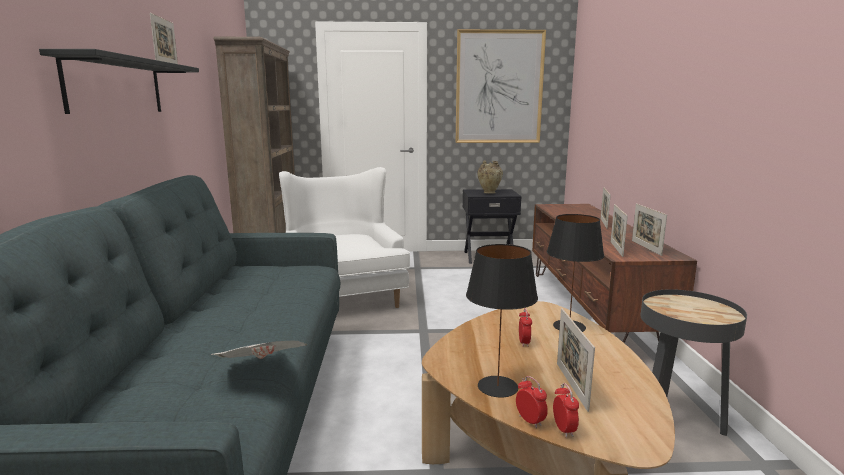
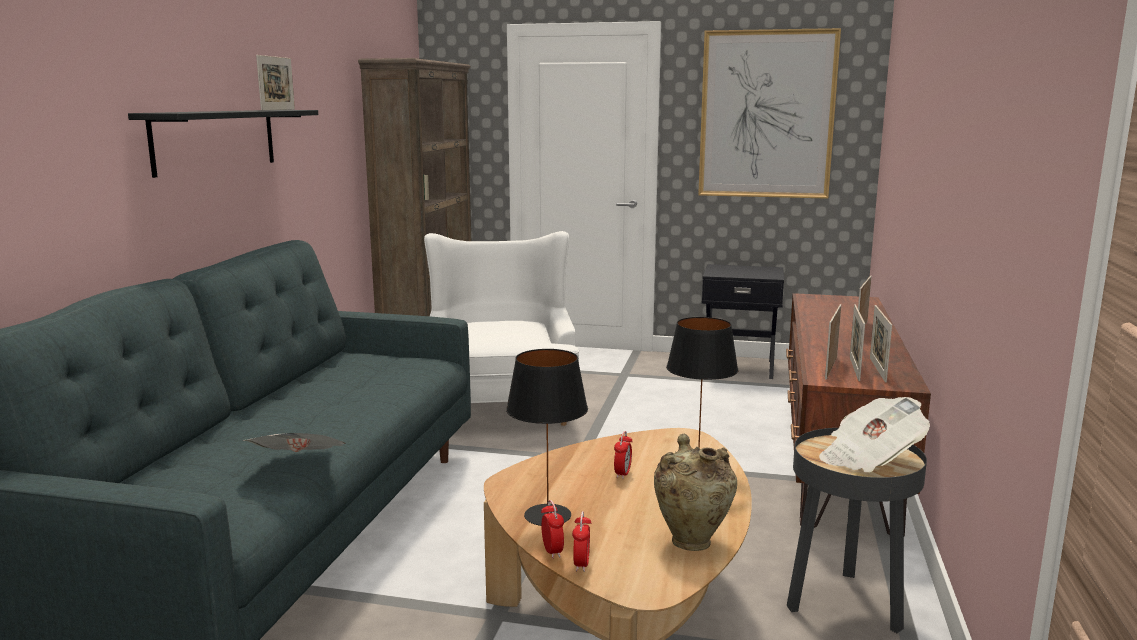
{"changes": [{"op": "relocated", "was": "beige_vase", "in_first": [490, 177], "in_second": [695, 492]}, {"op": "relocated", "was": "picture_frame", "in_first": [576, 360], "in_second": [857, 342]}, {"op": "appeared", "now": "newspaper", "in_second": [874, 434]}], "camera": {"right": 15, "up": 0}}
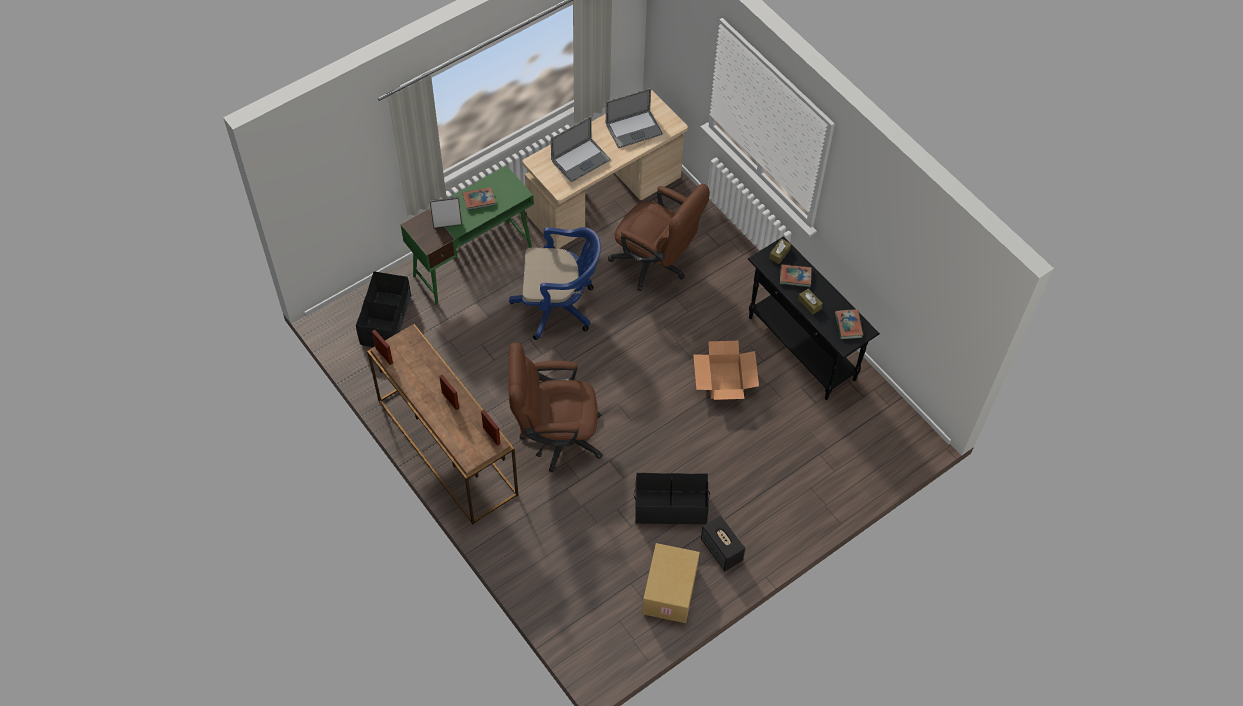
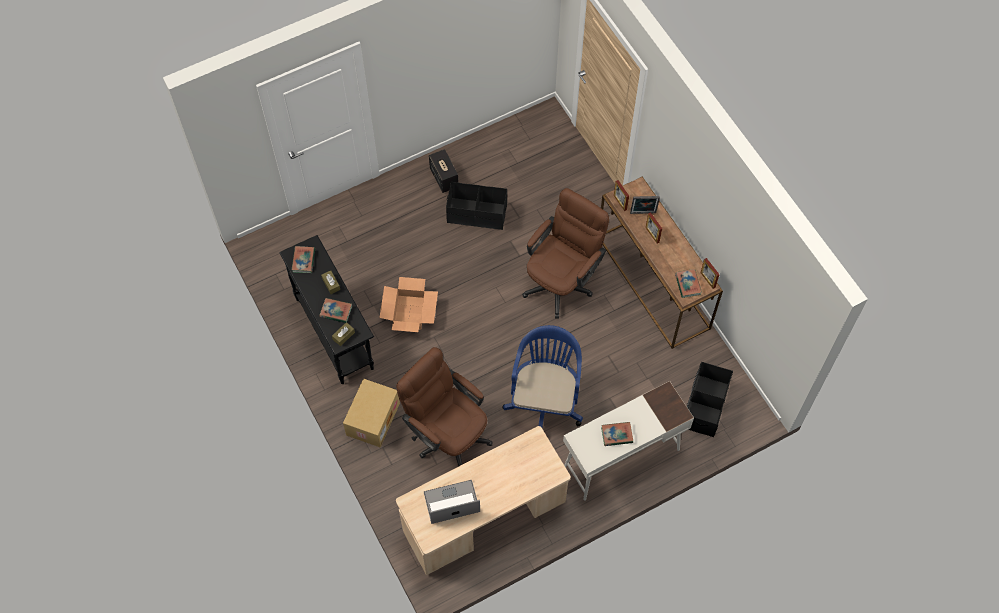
{"changes": [{"op": "colour", "was": "green_desk", "now": "white_desk", "in_first": [467, 235], "in_second": [628, 441]}, {"op": "relocated", "was": "picture_frame", "in_first": [446, 212], "in_second": [645, 205]}, {"op": "spun", "was": "brown_office_chair", "in_first": [555, 408], "in_second": [565, 253], "clockwise": -60}, {"op": "spun", "was": "blue_office_chair", "in_first": [555, 283], "in_second": [542, 376], "clockwise": 90}, {"op": "missing", "was": "laptop", "in_first": [581, 149]}, {"op": "relocated", "was": "cardboard_box", "in_first": [671, 583], "in_second": [371, 413]}, {"op": "appeared", "now": "book", "in_second": [688, 283]}], "camera": {"right": -170, "up": 5}}
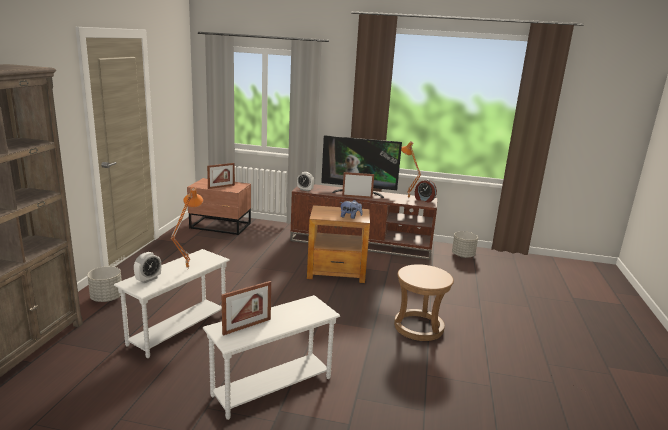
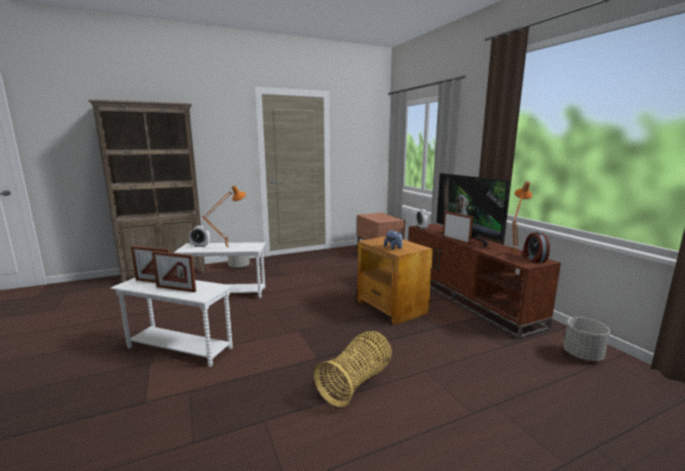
{"changes": [{"op": "relocated", "was": "picture_frame", "in_first": [221, 176], "in_second": [174, 271]}, {"op": "exchanged", "was": "brown_stool", "now": "basket", "in_first": [424, 302], "in_second": [353, 369]}], "camera": {"right": 55, "up": -5}}
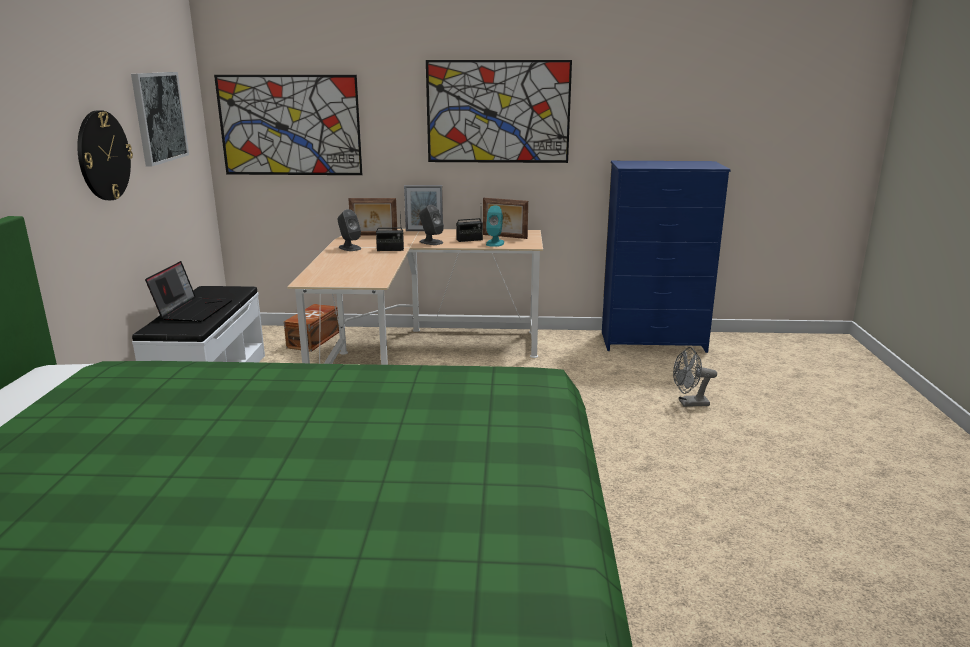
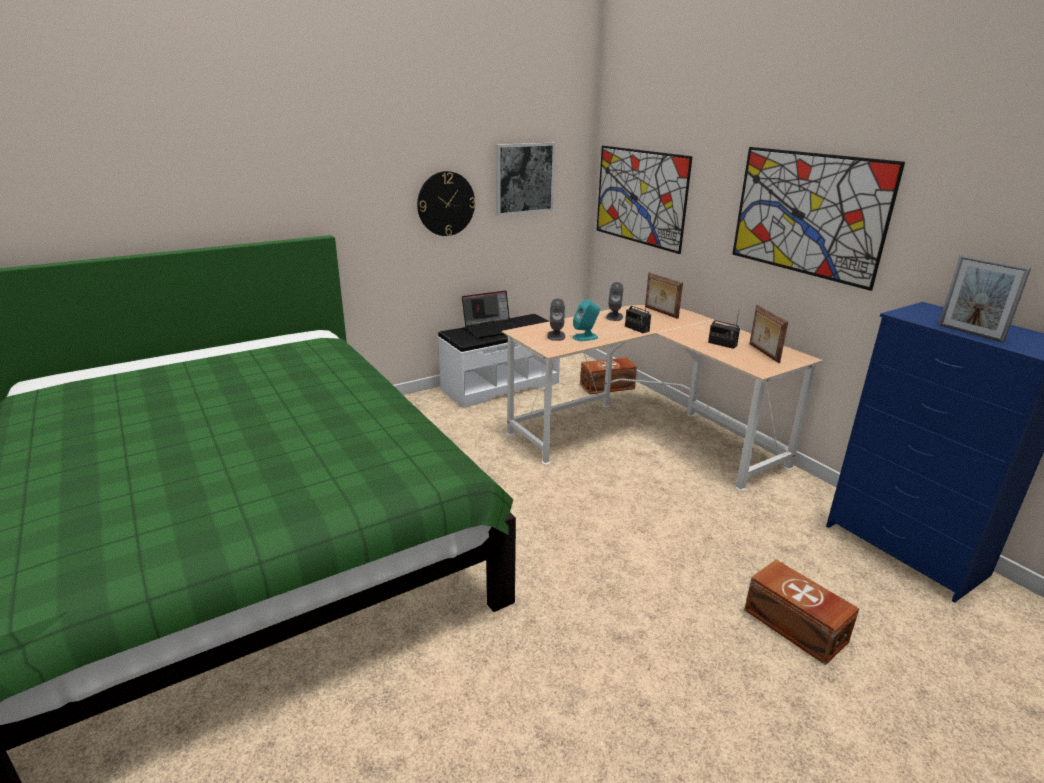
{"changes": [{"op": "relocated", "was": "picture_frame", "in_first": [423, 208], "in_second": [984, 299]}, {"op": "relocated", "was": "grey_speaker", "in_first": [431, 225], "in_second": [556, 319]}, {"op": "relocated", "was": "turquoise_speaker", "in_first": [495, 226], "in_second": [586, 320]}, {"op": "exchanged", "was": "grey_fan", "now": "brown_storage_box", "in_first": [695, 377], "in_second": [802, 612]}], "camera": {"right": 55, "up": 5}}
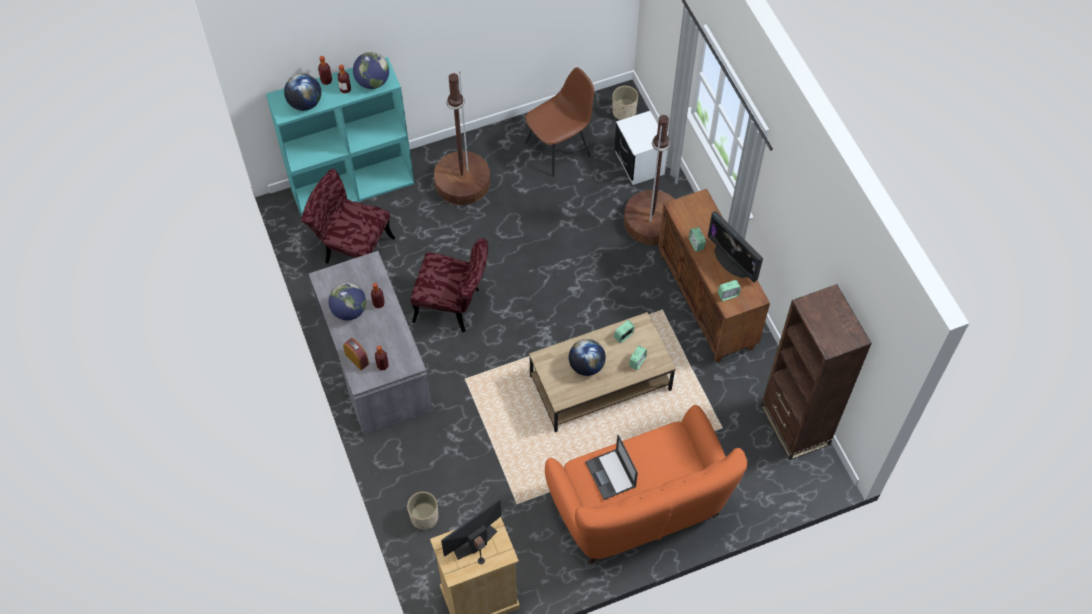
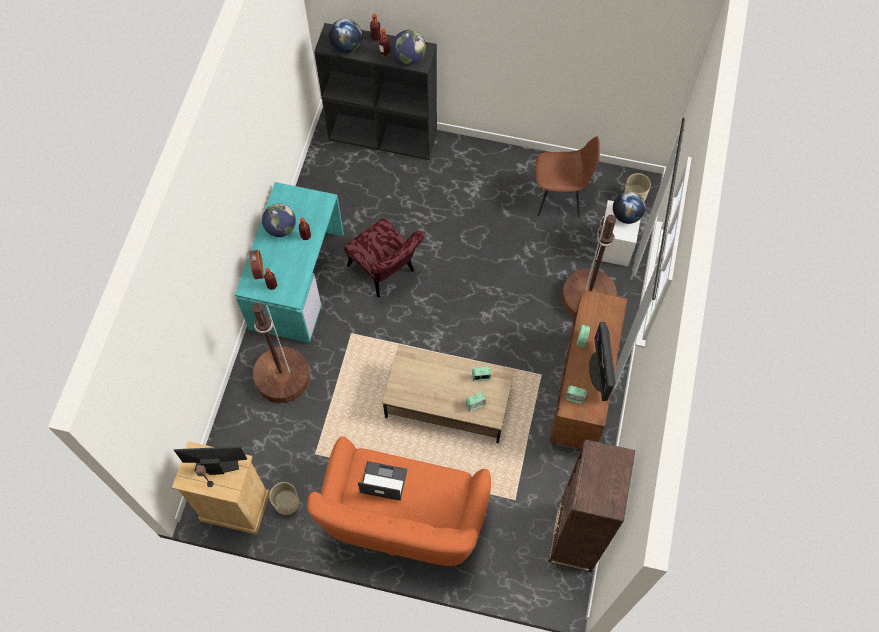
{"changes": [{"op": "colour", "was": "turquoise_bookcase", "now": "black_bookcase", "in_first": [340, 137], "in_second": [375, 91]}, {"op": "missing", "was": "red_chair", "in_first": [348, 216]}, {"op": "colour", "was": "grey_desk", "now": "turquoise_desk", "in_first": [371, 343], "in_second": [289, 262]}, {"op": "relocated", "was": "beige_planter", "in_first": [422, 511], "in_second": [284, 498]}, {"op": "relocated", "was": "brown_floor_lamp", "in_first": [462, 138], "in_second": [281, 353]}, {"op": "relocated", "was": "globe", "in_first": [587, 357], "in_second": [629, 207]}, {"op": "spun", "was": "laptop", "in_first": [611, 467], "in_second": [382, 481], "clockwise": 90}], "camera": {"right": 35, "up": 5}}
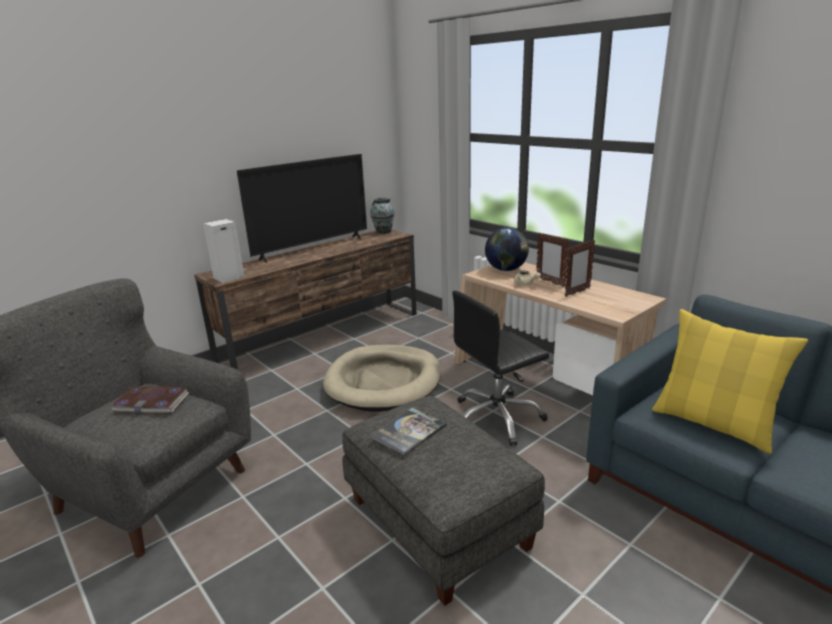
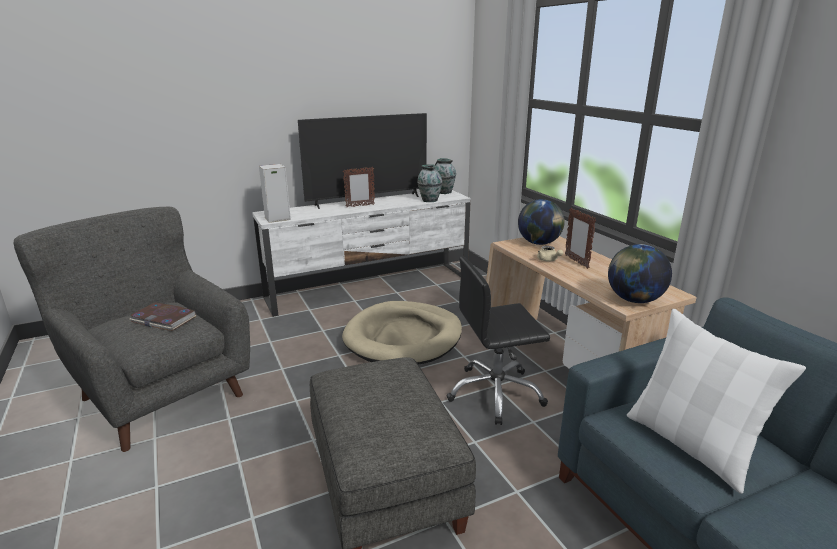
{"changes": [{"op": "colour", "was": "brown_tv_stand", "now": "white_tv_stand", "in_first": [305, 299], "in_second": [361, 253]}, {"op": "missing", "was": "book", "in_first": [408, 432]}, {"op": "relocated", "was": "picture_frame", "in_first": [580, 268], "in_second": [359, 187]}, {"op": "colour", "was": "yellow_pillow", "now": "white_pillow", "in_first": [730, 381], "in_second": [716, 401]}, {"op": "appeared", "now": "vase", "in_second": [429, 183]}, {"op": "appeared", "now": "globe", "in_second": [640, 273]}], "camera": {"right": 15, "up": 0}}
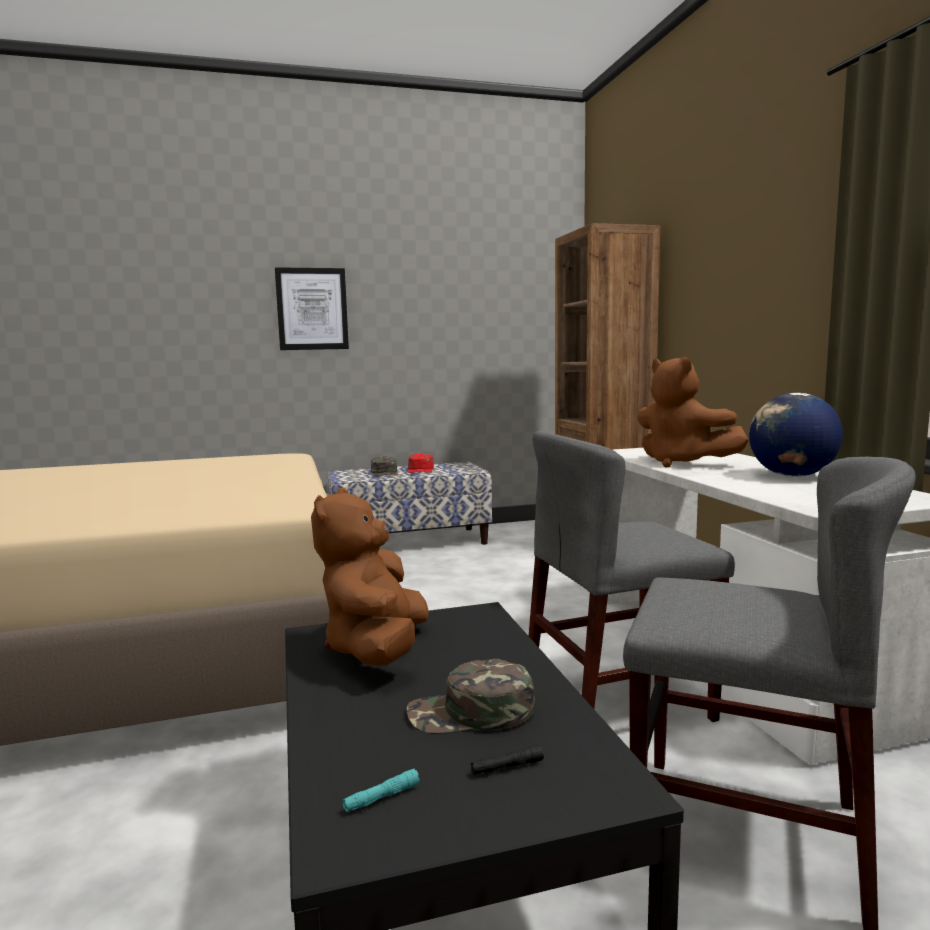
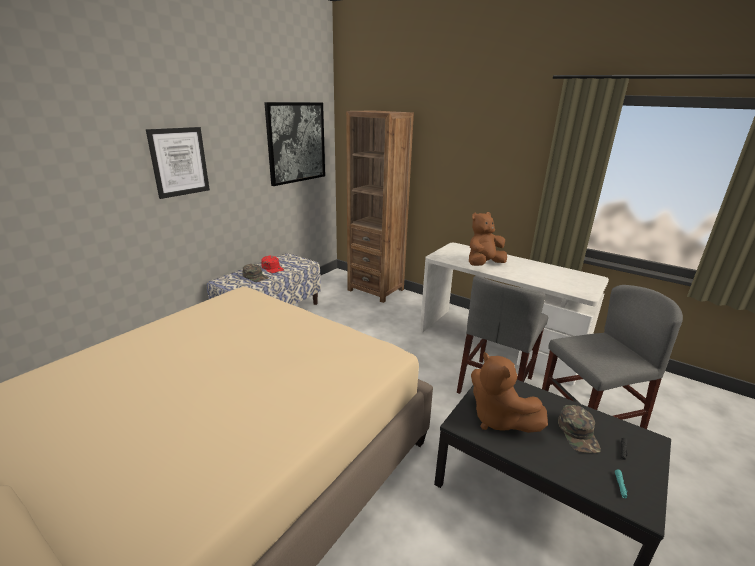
{"changes": [{"op": "spun", "was": "green_cap", "in_first": [471, 696], "in_second": [579, 429], "clockwise": -45}, {"op": "spun", "was": "brown_plush_toy", "in_first": [692, 412], "in_second": [488, 239], "clockwise": 135}, {"op": "missing", "was": "globe", "in_first": [796, 435]}, {"op": "appeared", "now": "picture", "in_second": [294, 144]}], "camera": {"right": -40, "up": 15}}
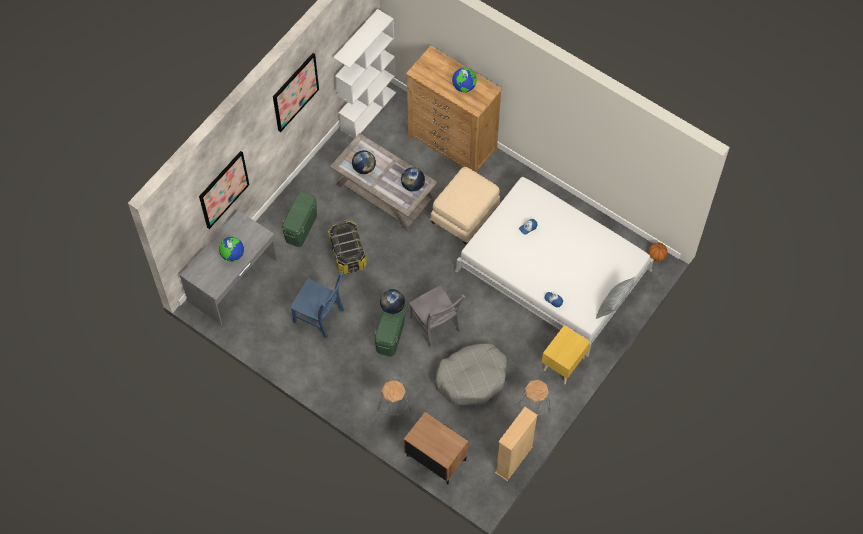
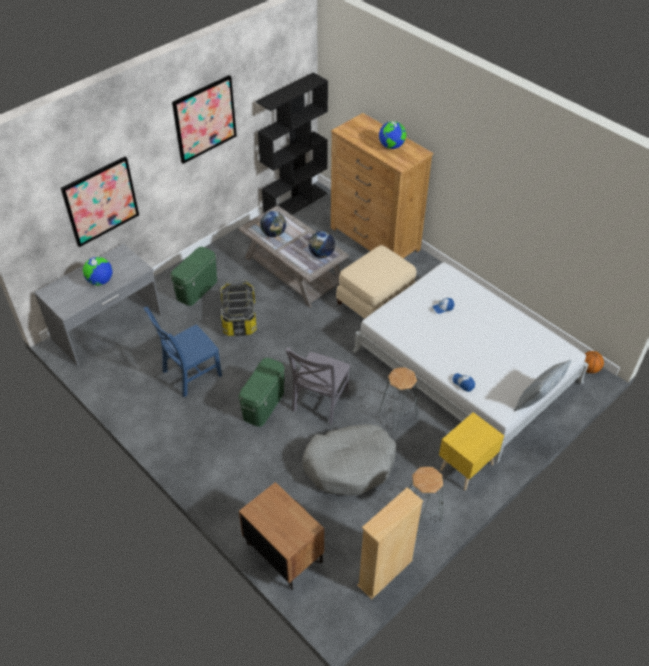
{"changes": [{"op": "spun", "was": "blue_chair", "in_first": [317, 306], "in_second": [183, 352], "clockwise": 105}, {"op": "colour", "was": "white_bookcase", "now": "black_bookcase", "in_first": [364, 73], "in_second": [292, 143]}, {"op": "relocated", "was": "grey_stool", "in_first": [395, 403], "in_second": [398, 399]}, {"op": "missing", "was": "globe", "in_first": [392, 301]}, {"op": "spun", "was": "grey_chair", "in_first": [437, 316], "in_second": [318, 386], "clockwise": 45}], "camera": {"right": 10, "up": -15}}
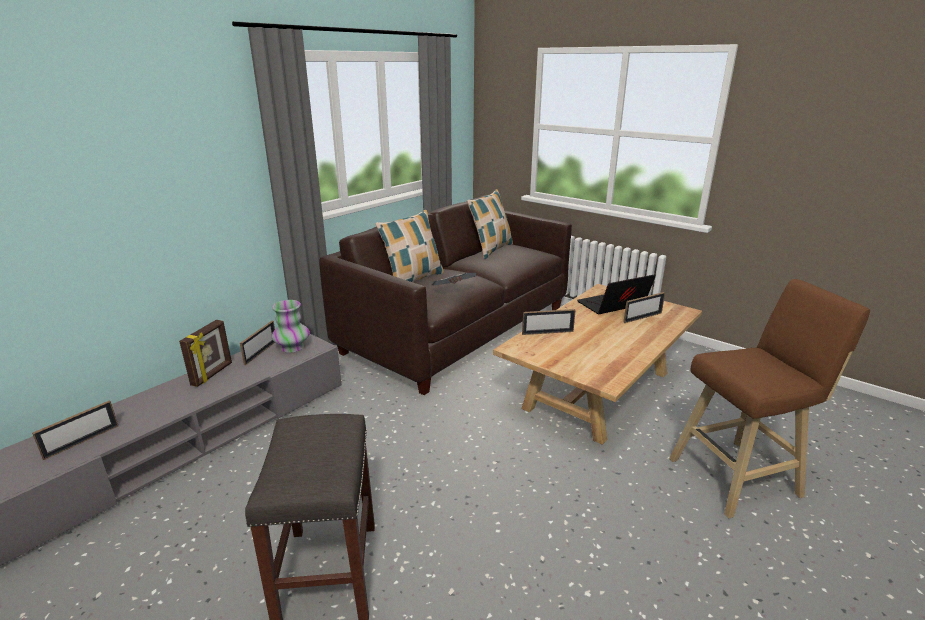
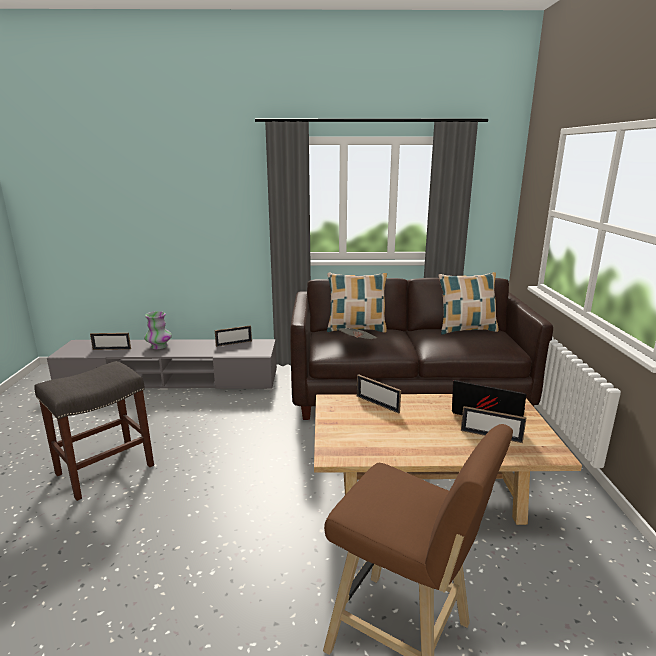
{"changes": [{"op": "missing", "was": "picture_frame", "in_first": [205, 353]}, {"op": "relocated", "was": "vase", "in_first": [291, 326], "in_second": [158, 330]}], "camera": {"right": 50, "up": -5}}
